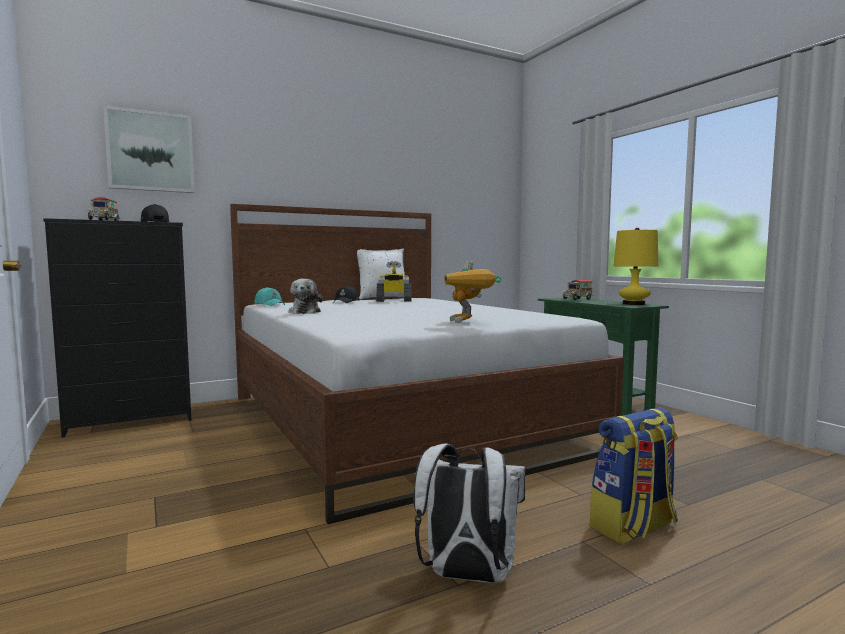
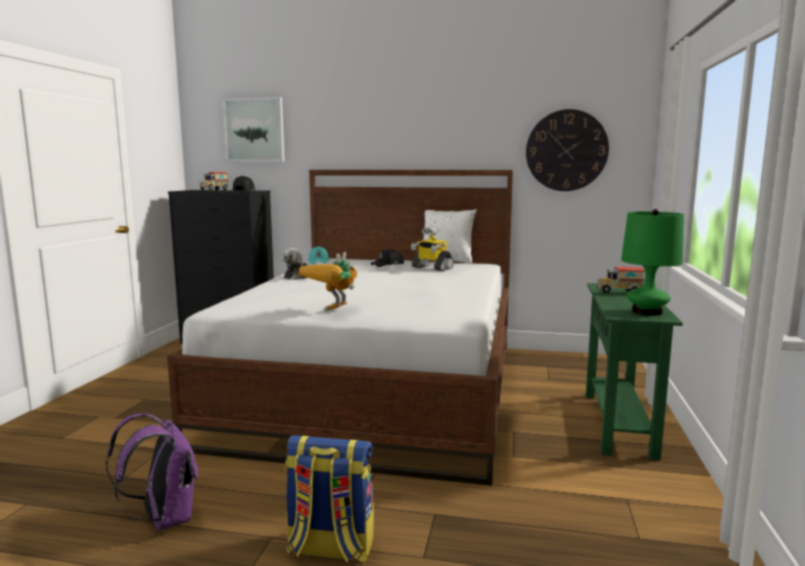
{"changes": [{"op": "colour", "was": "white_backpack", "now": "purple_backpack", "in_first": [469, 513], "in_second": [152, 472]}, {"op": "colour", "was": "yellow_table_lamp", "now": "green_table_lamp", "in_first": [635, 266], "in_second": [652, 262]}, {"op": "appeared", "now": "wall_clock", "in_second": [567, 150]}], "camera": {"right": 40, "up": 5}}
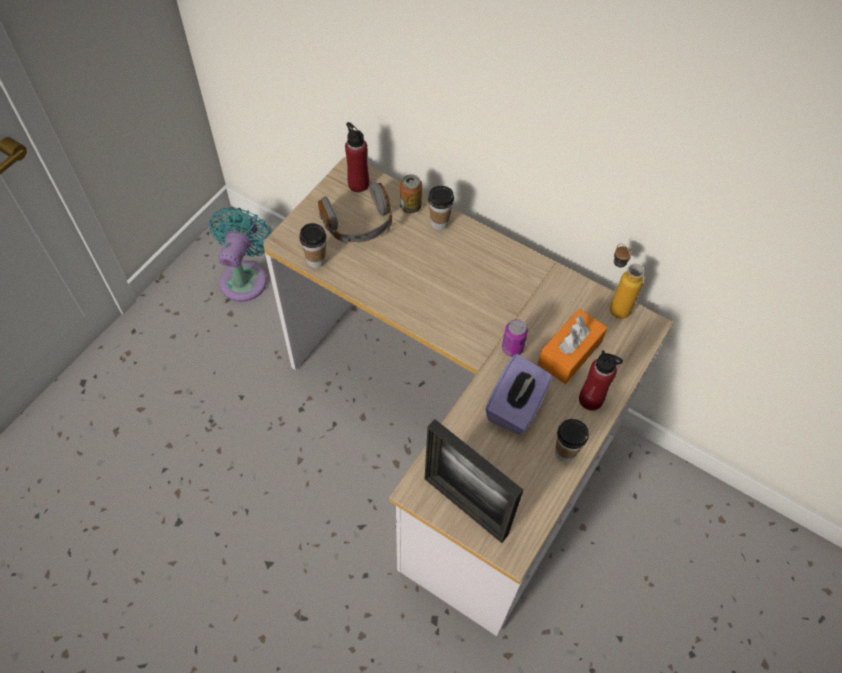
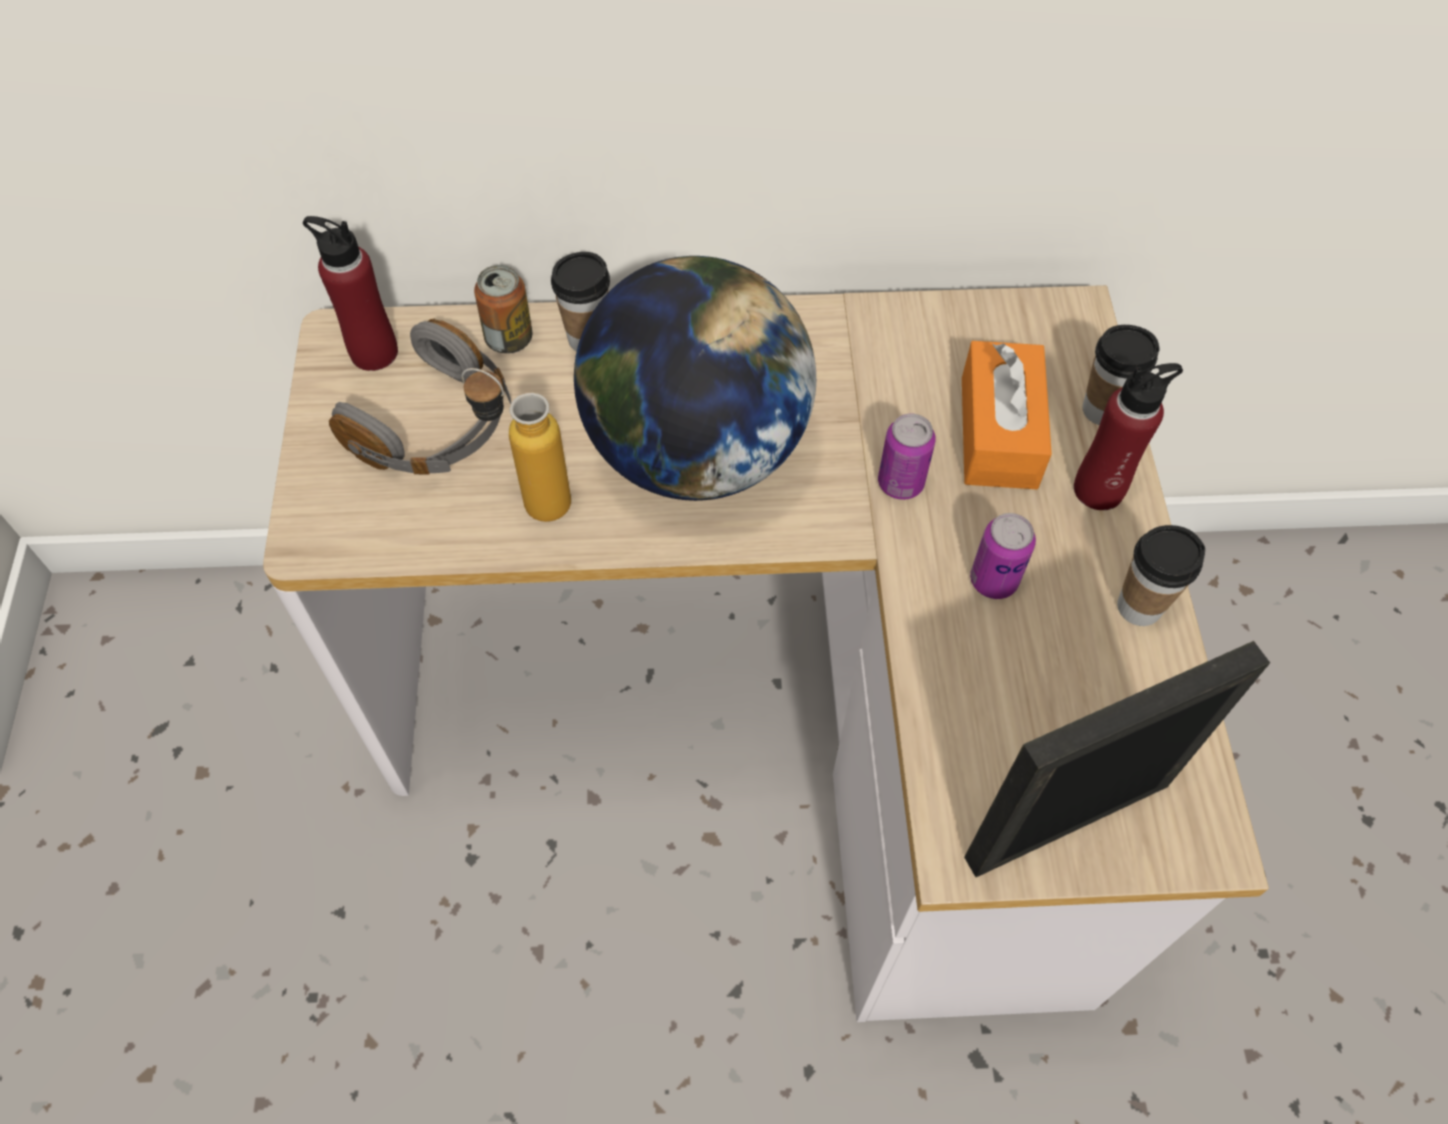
{"changes": [{"op": "missing", "was": "turquoise_fan", "in_first": [240, 254]}, {"op": "relocated", "was": "cup", "in_first": [313, 245], "in_second": [1121, 375]}, {"op": "spun", "was": "picture_frame", "in_first": [474, 481], "in_second": [1117, 759], "clockwise": 150}, {"op": "exchanged", "was": "purple_tissue_box", "now": "can", "in_first": [518, 394], "in_second": [1003, 556]}, {"op": "relocated", "was": "bottle", "in_first": [627, 281], "in_second": [516, 445]}, {"op": "appeared", "now": "globe", "in_second": [695, 378]}], "camera": {"right": -35, "up": 0}}
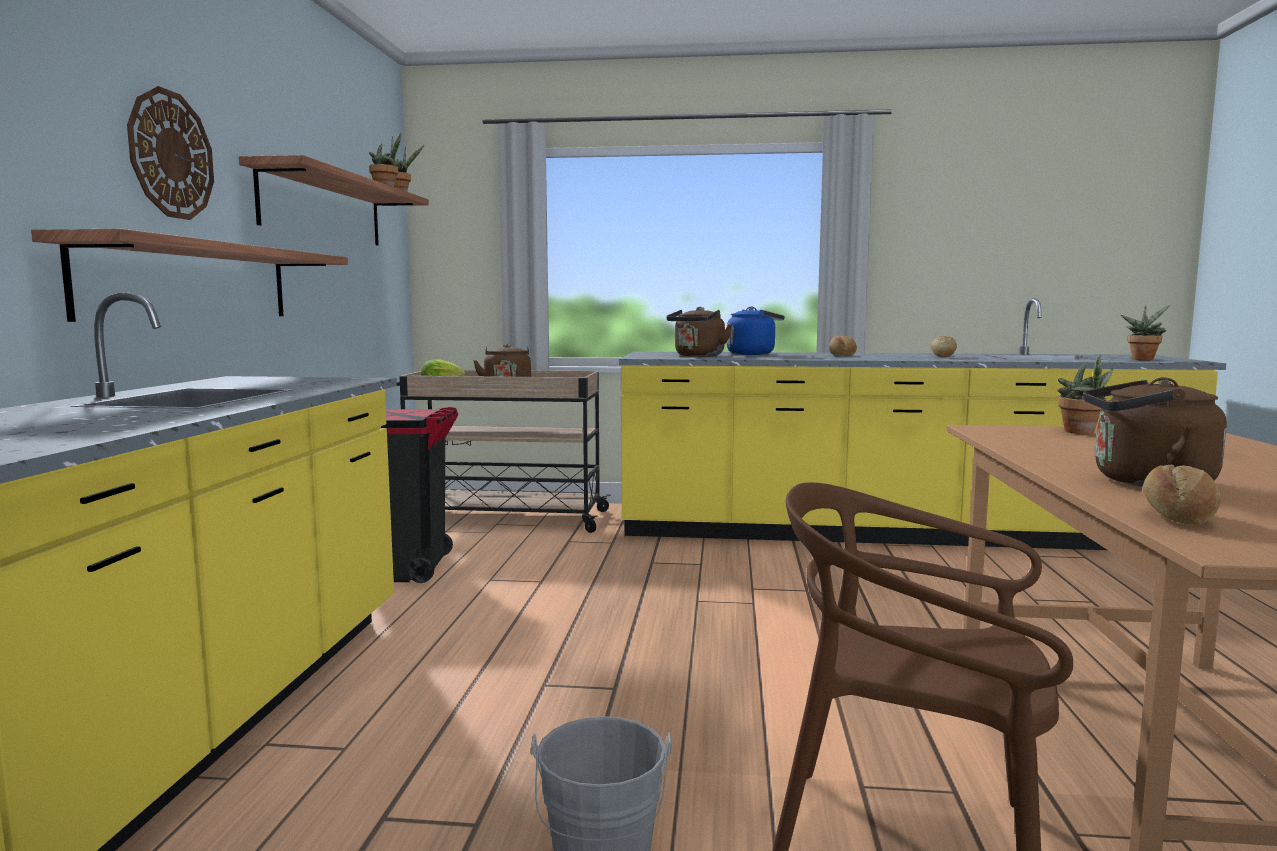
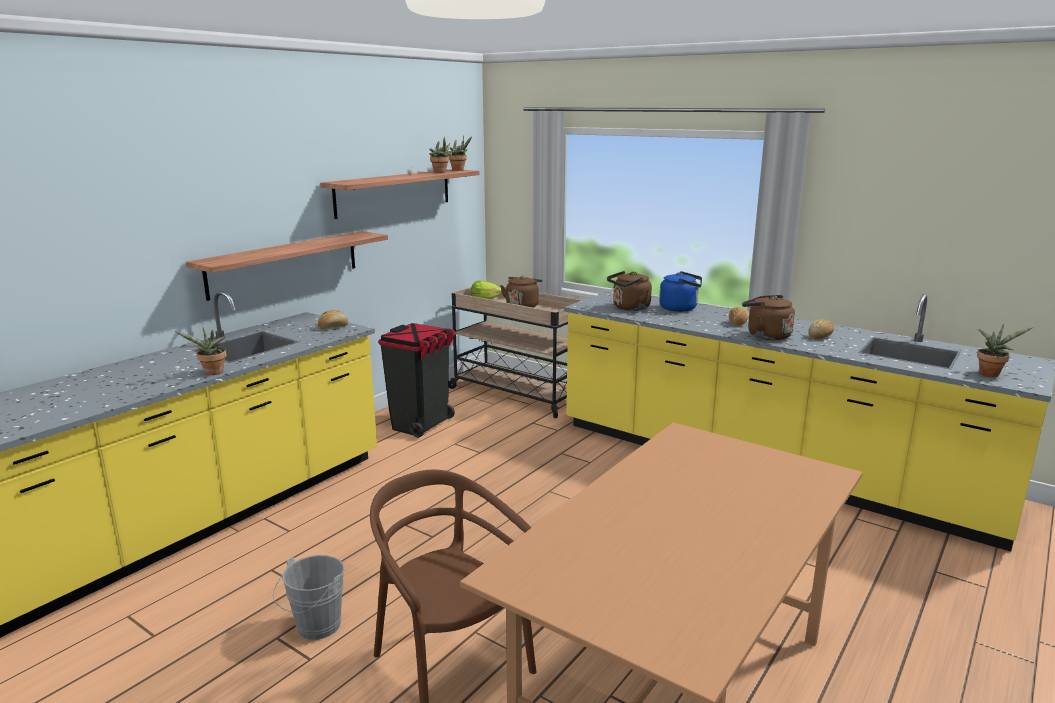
{"changes": [{"op": "missing", "was": "wall_clock", "in_first": [170, 153]}, {"op": "relocated", "was": "potted_plant", "in_first": [1085, 394], "in_second": [201, 351]}, {"op": "relocated", "was": "brown_kettle", "in_first": [1155, 432], "in_second": [768, 318]}, {"op": "relocated", "was": "bread", "in_first": [1182, 495], "in_second": [333, 319]}], "camera": {"right": 30, "up": 10}}
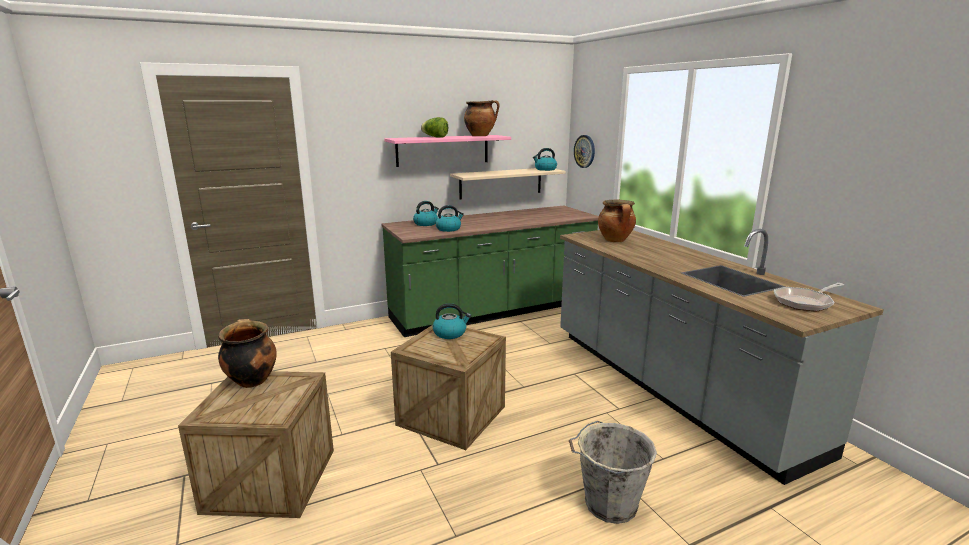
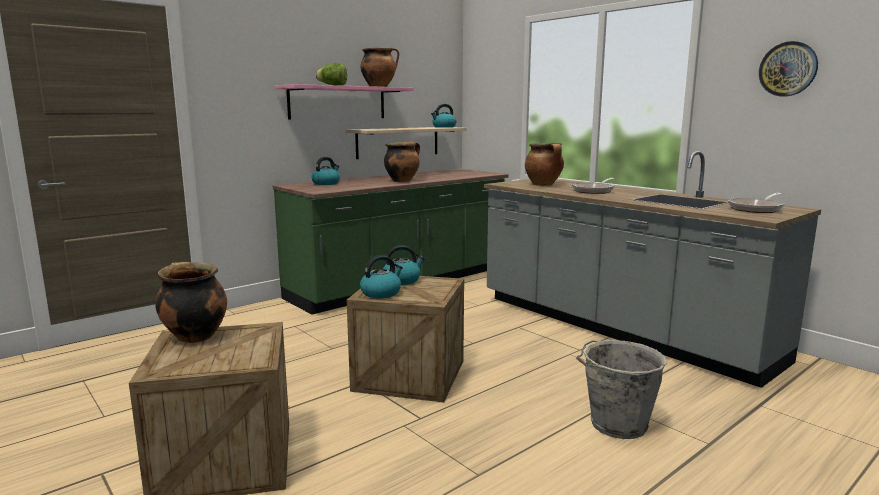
{"changes": [{"op": "relocated", "was": "kettle", "in_first": [450, 218], "in_second": [381, 276]}, {"op": "relocated", "was": "wall_clock", "in_first": [584, 151], "in_second": [788, 68]}, {"op": "appeared", "now": "cooking_pot", "in_second": [402, 161]}, {"op": "appeared", "now": "frying_pan", "in_second": [593, 186]}], "camera": {"right": -15, "up": -5}}
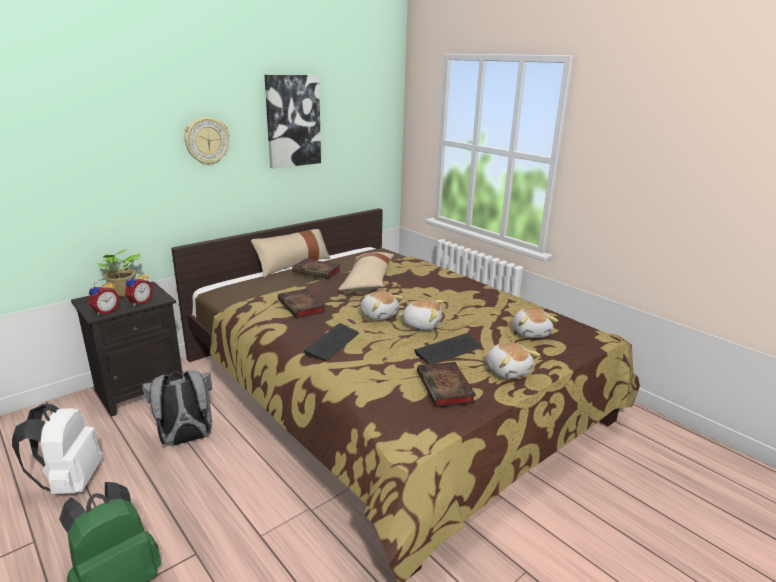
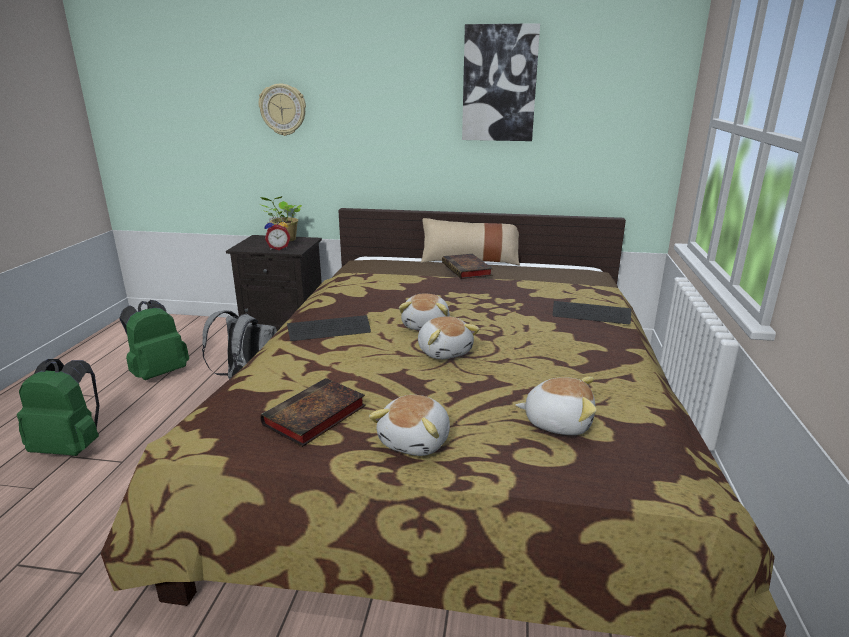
{"changes": [{"op": "colour", "was": "white_backpack", "now": "green_backpack", "in_first": [57, 449], "in_second": [154, 340]}, {"op": "missing", "was": "alarm_clock", "in_first": [104, 297]}, {"op": "relocated", "was": "wall_clock", "in_first": [207, 141], "in_second": [282, 110]}, {"op": "missing", "was": "book", "in_first": [302, 303]}, {"op": "missing", "was": "beige_pillow", "in_first": [366, 271]}, {"op": "relocated", "was": "keyboard", "in_first": [447, 348], "in_second": [592, 312]}, {"op": "spun", "was": "plush_toy", "in_first": [535, 323], "in_second": [556, 406], "clockwise": -120}], "camera": {"right": 50, "up": 0}}
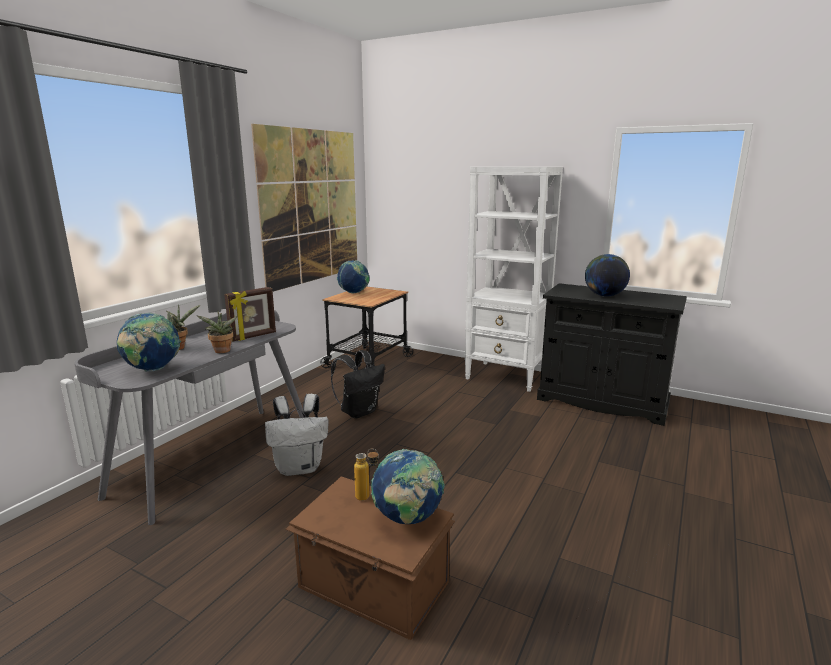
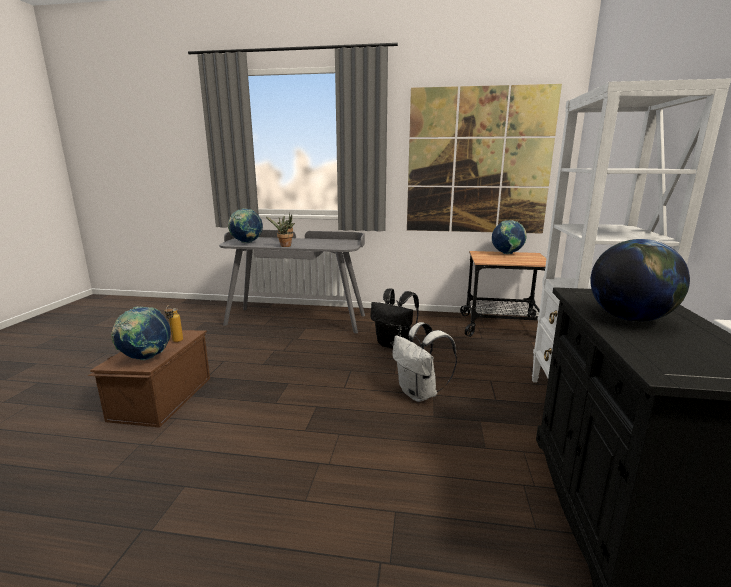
{"changes": [{"op": "missing", "was": "picture_frame", "in_first": [250, 314]}, {"op": "relocated", "was": "white_backpack", "in_first": [296, 435], "in_second": [424, 362]}], "camera": {"right": 70, "up": 0}}
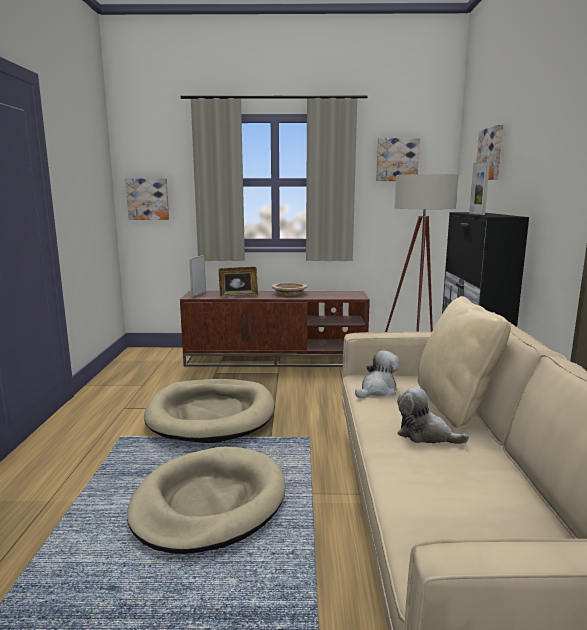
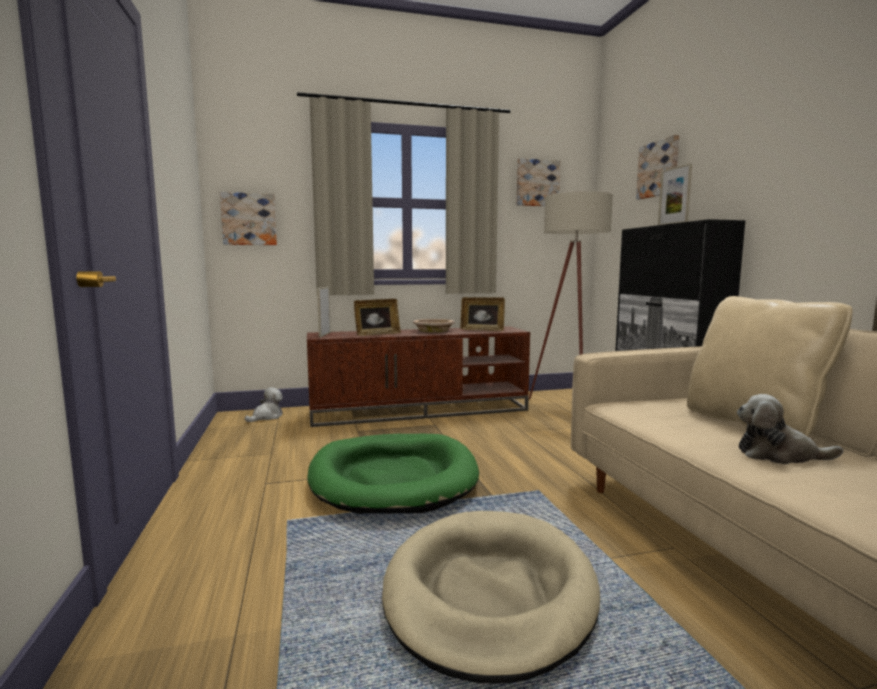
{"changes": [{"op": "colour", "was": "beige_dog_bed", "now": "green_dog_bed", "in_first": [209, 411], "in_second": [393, 474]}, {"op": "relocated", "was": "plush_toy", "in_first": [377, 374], "in_second": [264, 404]}, {"op": "appeared", "now": "picture_frame", "in_second": [482, 314]}], "camera": {"right": -15, "up": -5}}
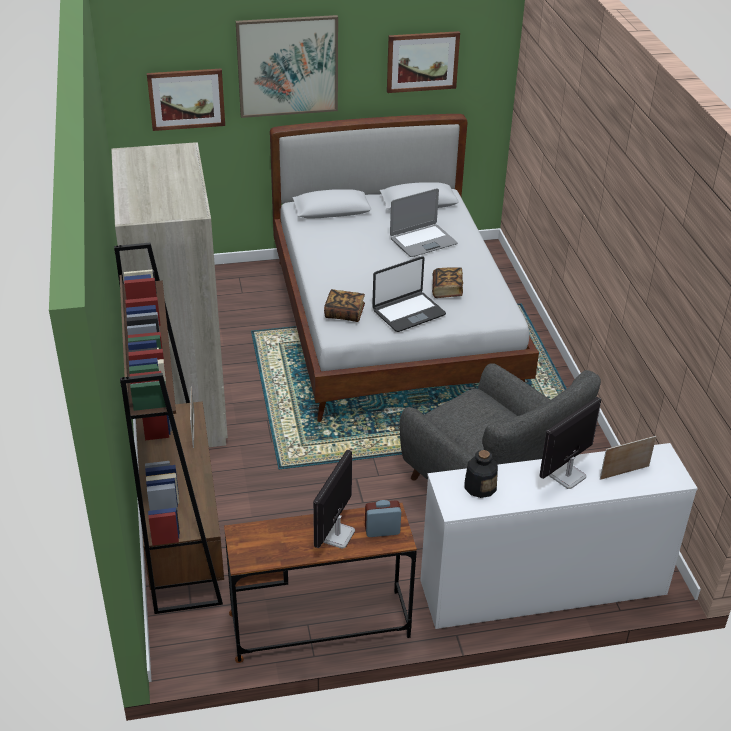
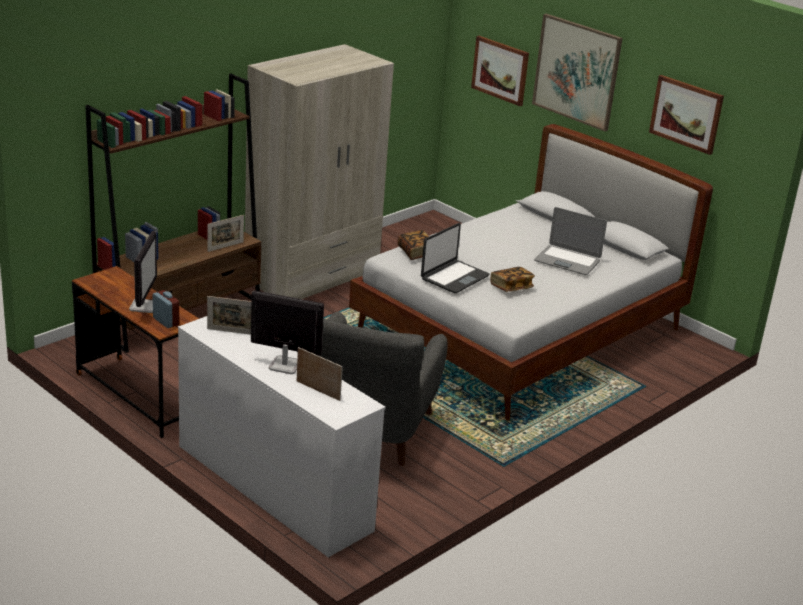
{"changes": [{"op": "spun", "was": "monitor", "in_first": [334, 499], "in_second": [143, 272], "clockwise": 105}, {"op": "spun", "was": "laptop", "in_first": [409, 294], "in_second": [455, 258], "clockwise": -75}, {"op": "exchanged", "was": "bottle", "now": "picture_frame", "in_first": [481, 474], "in_second": [229, 315]}], "camera": {"right": 55, "up": -10}}
